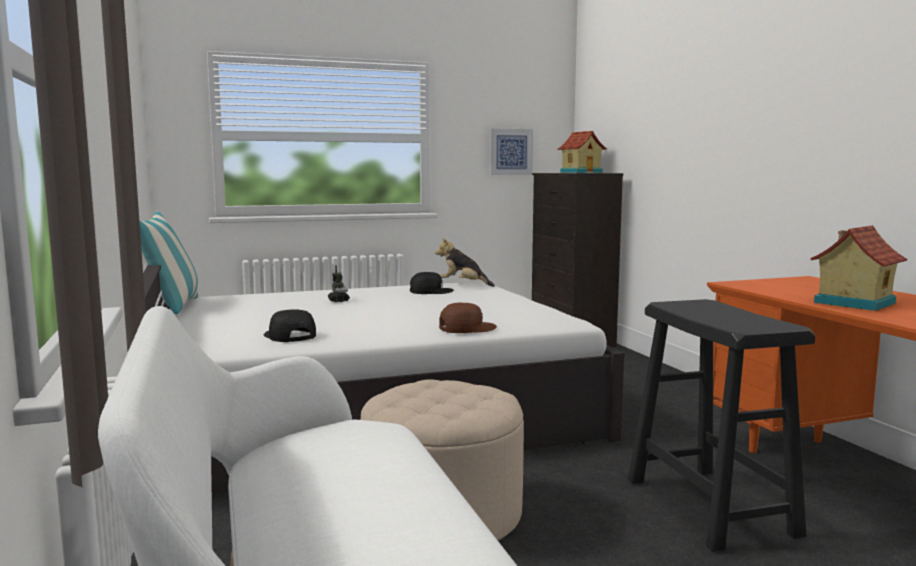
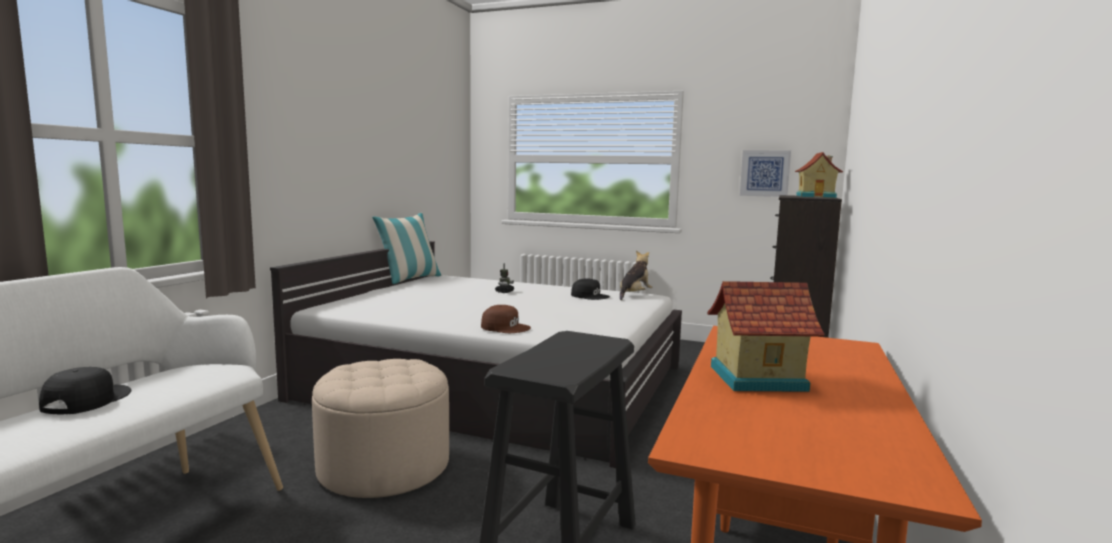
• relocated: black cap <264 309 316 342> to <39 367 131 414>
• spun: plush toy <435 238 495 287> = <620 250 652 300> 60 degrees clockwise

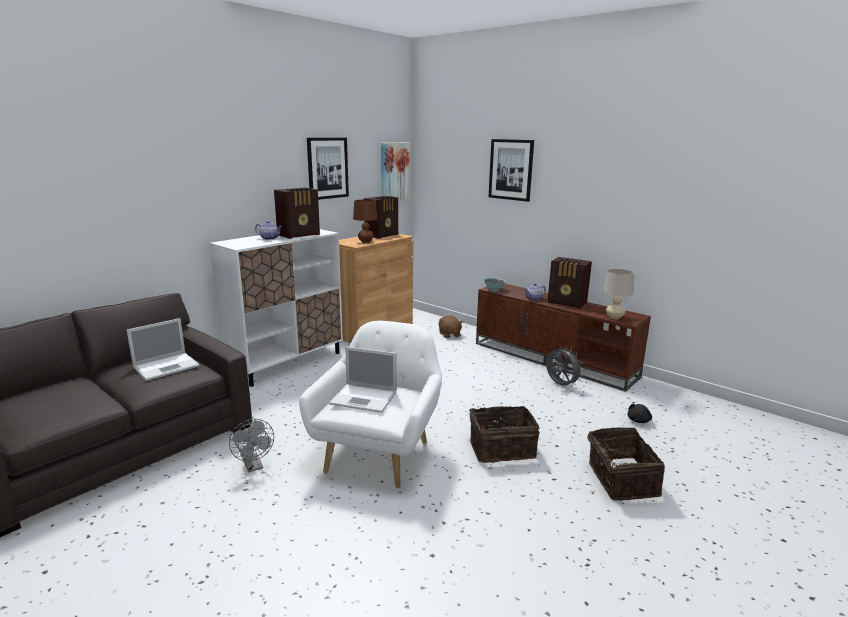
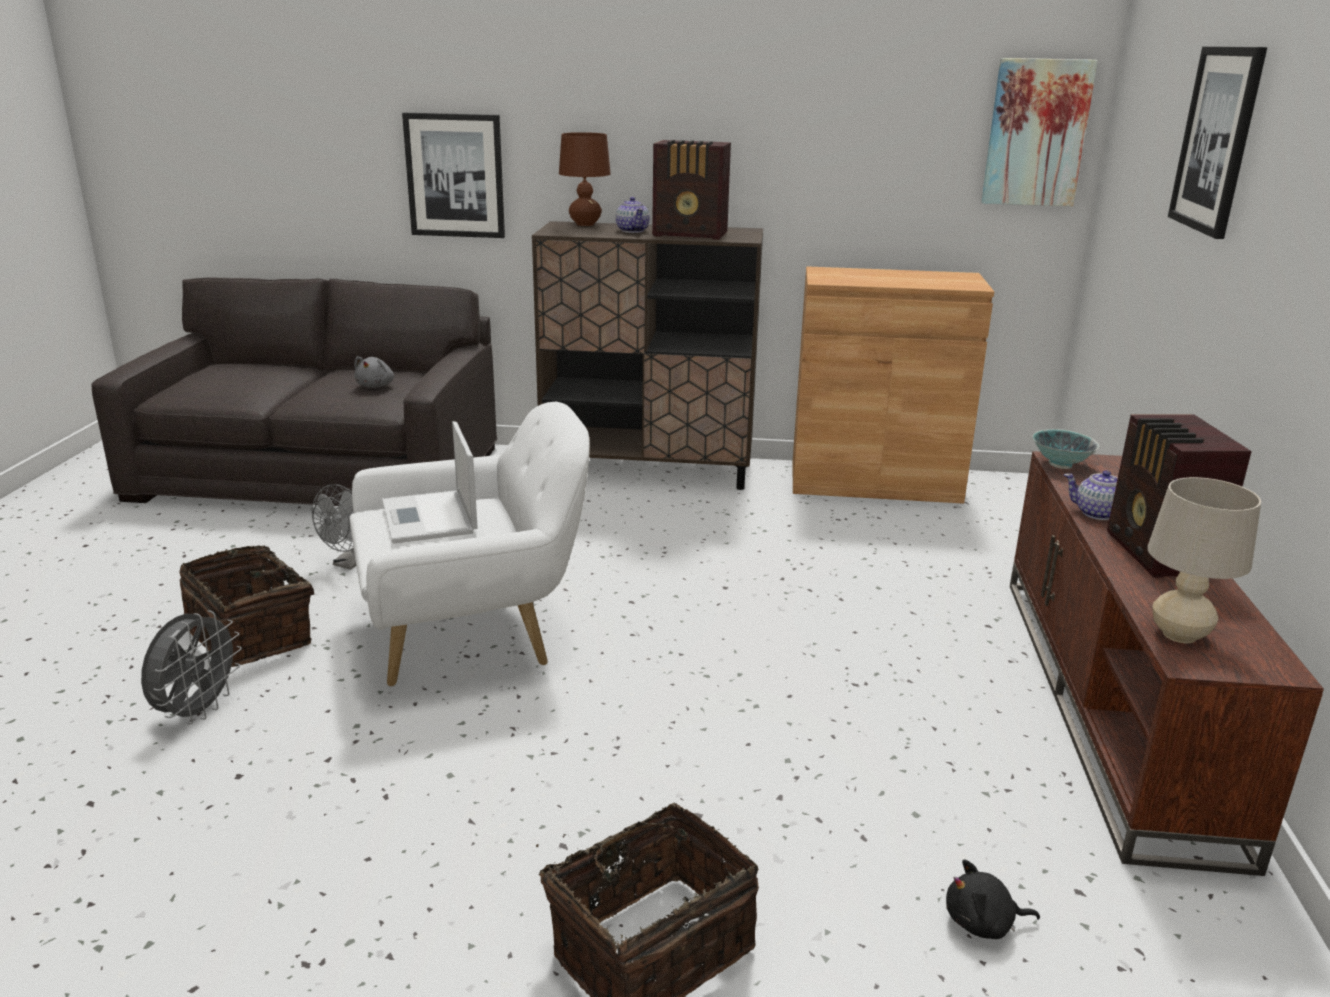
• relocated: grey fan <546 345 584 386> to <141 610 242 725>
• relocated: basket <469 404 539 463> to <179 545 314 667>
• exchanged: laptop <127 318 200 381> to grey plush toy <354 356 394 388>
• relocated: picture <307 138 349 200> to <402 113 505 238>
• colour: white cabinet <210 229 343 387> to brown cabinet <532 221 763 490>
• relocated: brown table lamp <353 199 378 243> to <559 132 611 226>
• missing: radio <364 196 398 239>
• missing: brown plush toy <439 315 463 338>

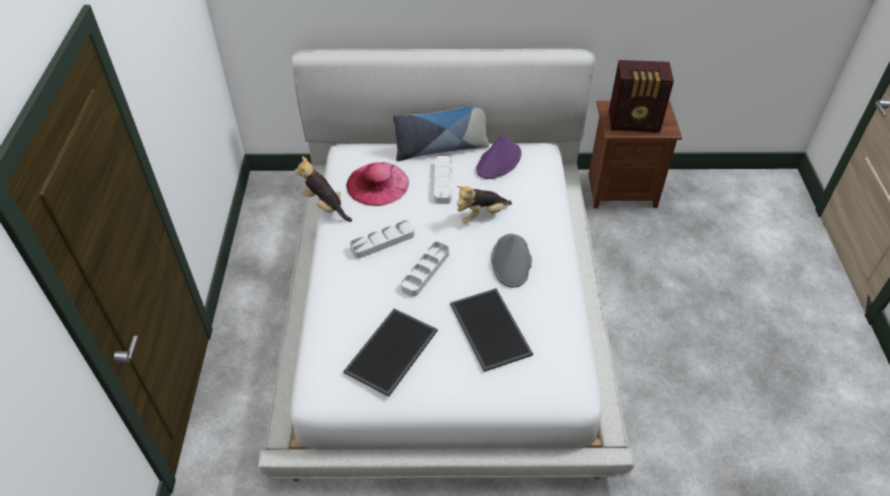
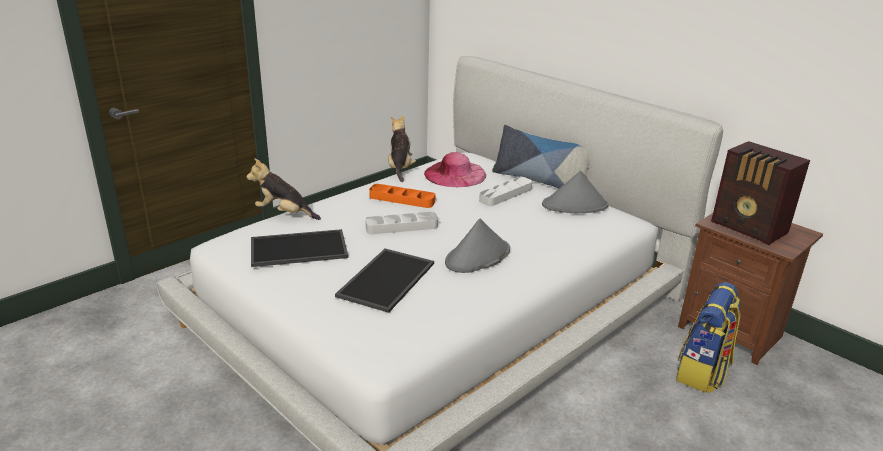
• relocated: plush toy <457 186 512 223> to <246 158 321 220>
• colour: grey tray <350 220 414 258> to orange tray <369 184 436 208>
• colour: purple hat <476 135 521 179> to grey hat <542 171 609 213>
• appeared: backpack <676 282 740 393>

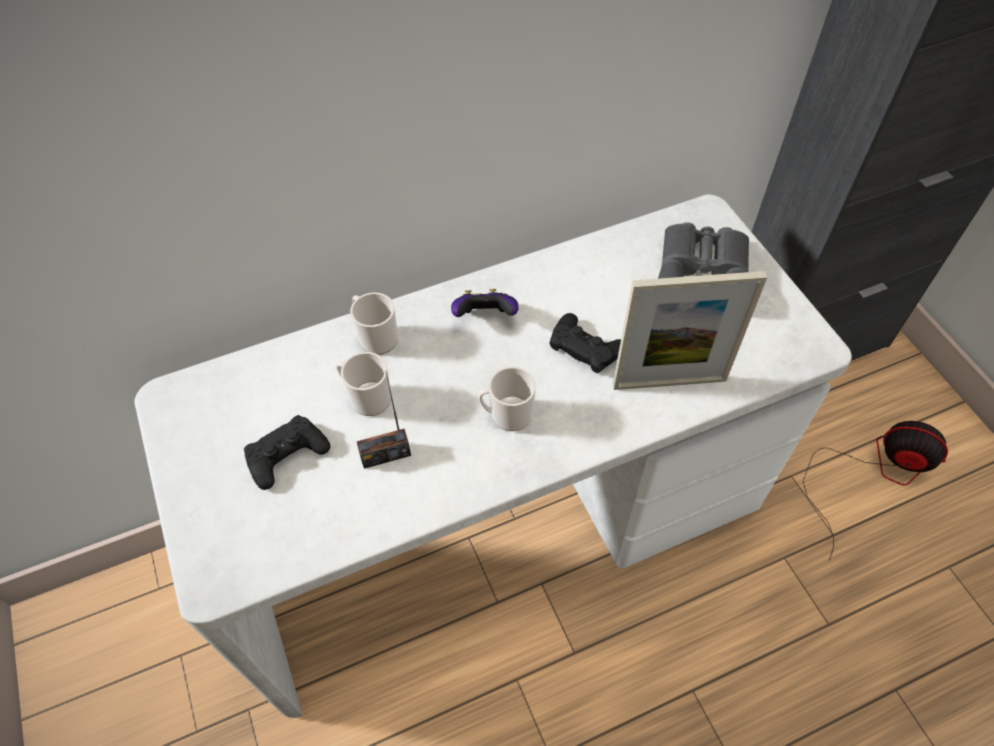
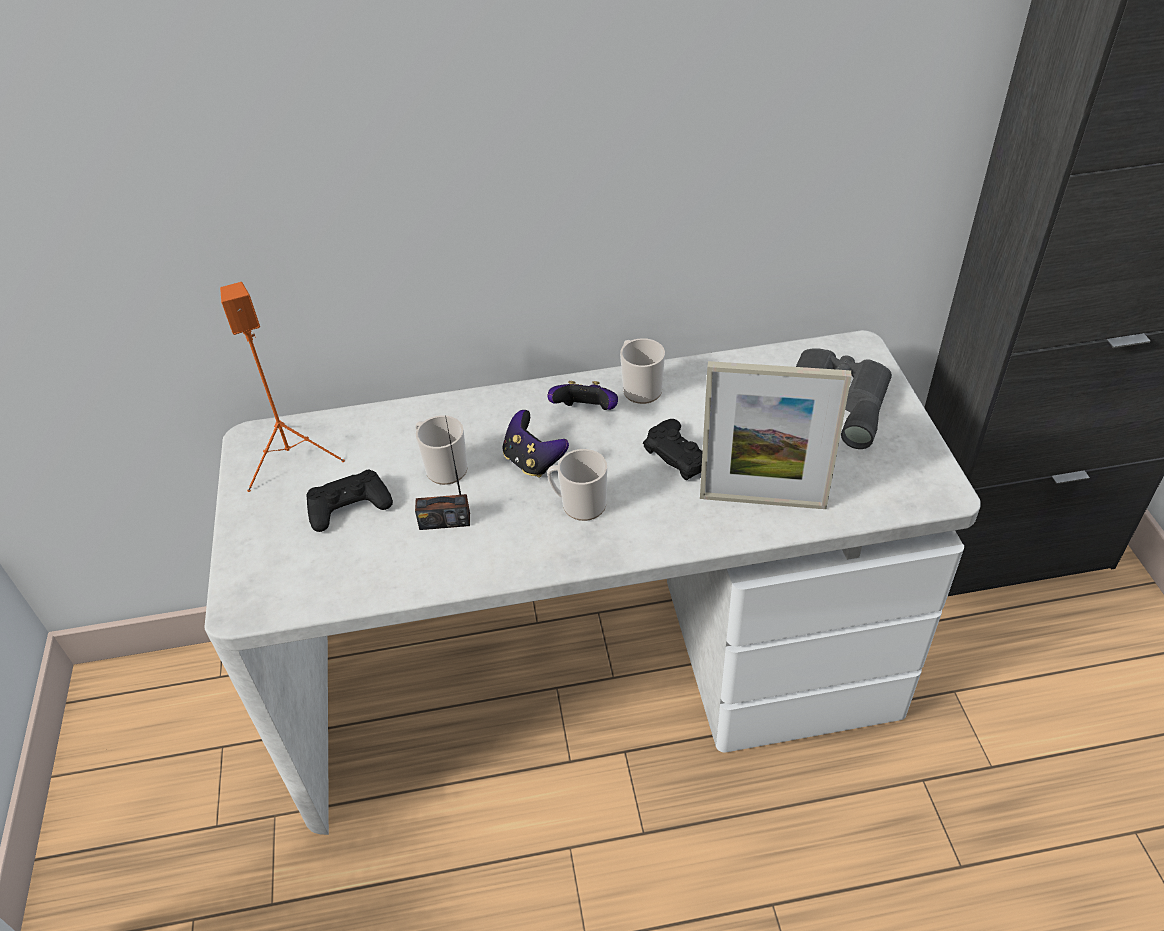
• appeared: orange speaker <220 282 345 492>
• appeared: game controller <502 410 569 478>
• relocated: mug <350 292 398 355> to <620 338 665 404>
• missing: fan <803 421 948 561>

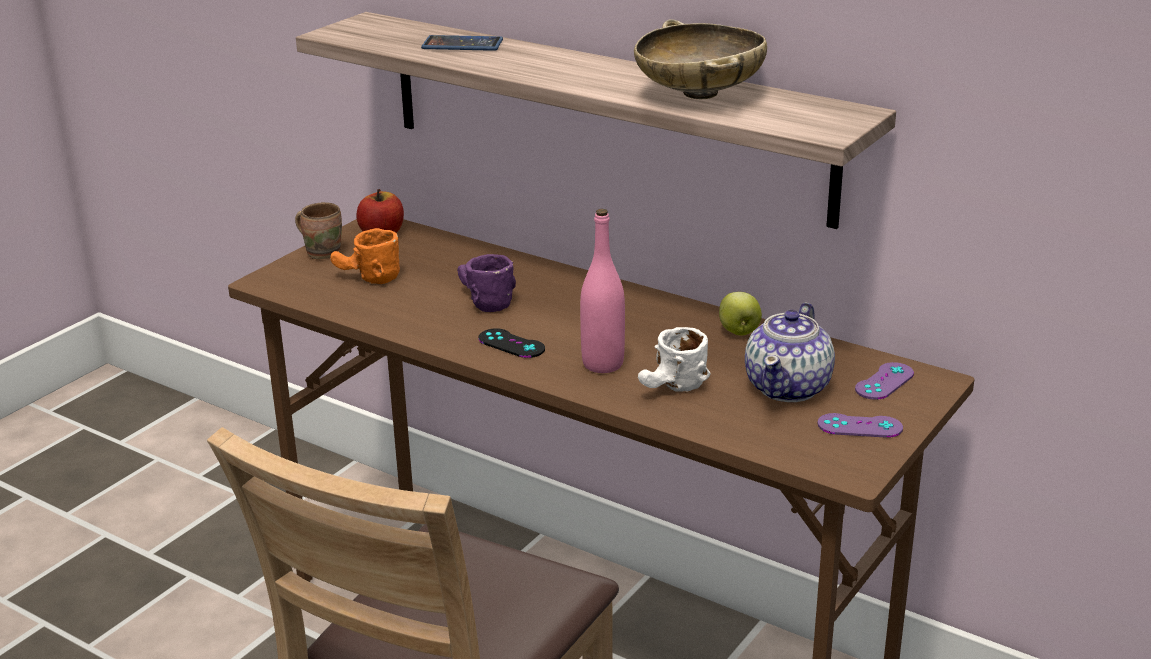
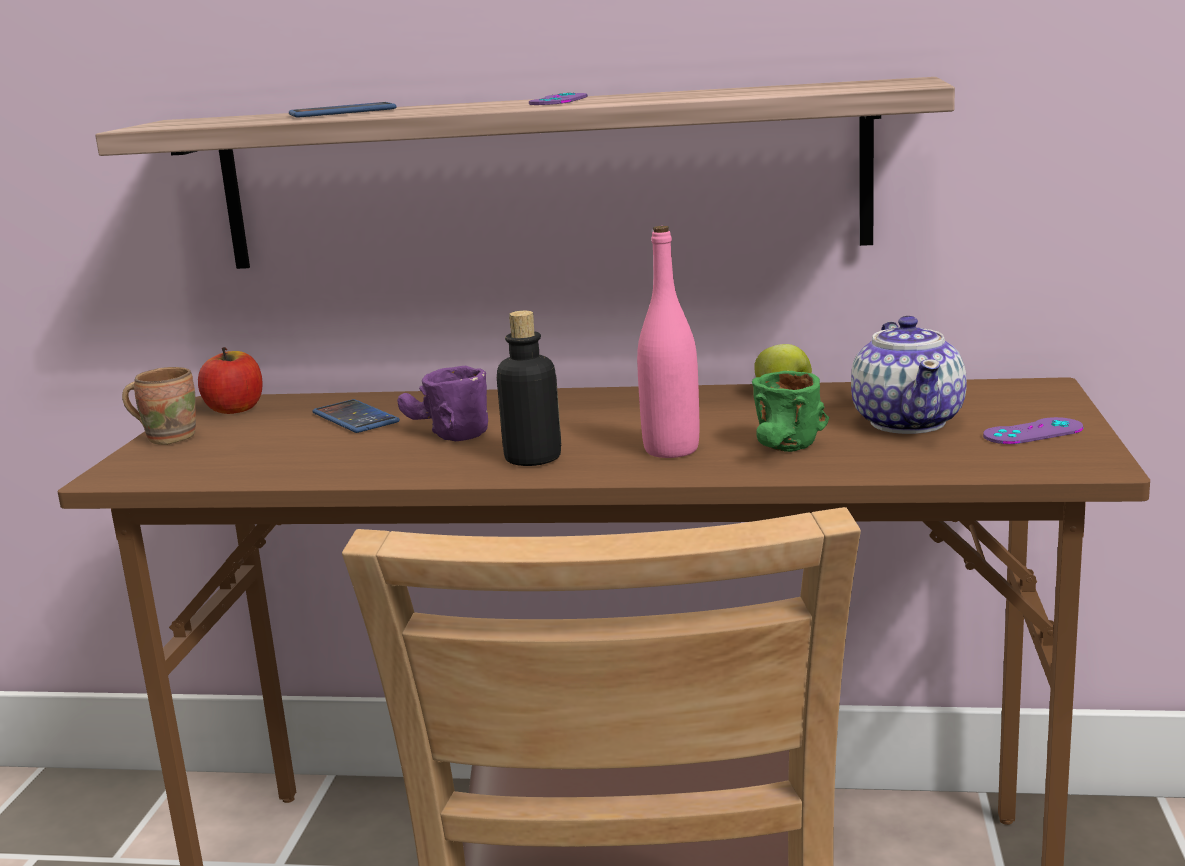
• appeared: phone <313 399 400 433>
• exchanged: black game controller <478 328 545 358> to bottle <497 311 562 466>
• relocated: purple game controller <855 362 914 400> to <529 93 587 105>
• colour: white mug <638 327 711 392> to green mug <752 371 829 452>
• missing: orange mug <330 228 400 284>
• missing: beige bowl <634 19 767 100>

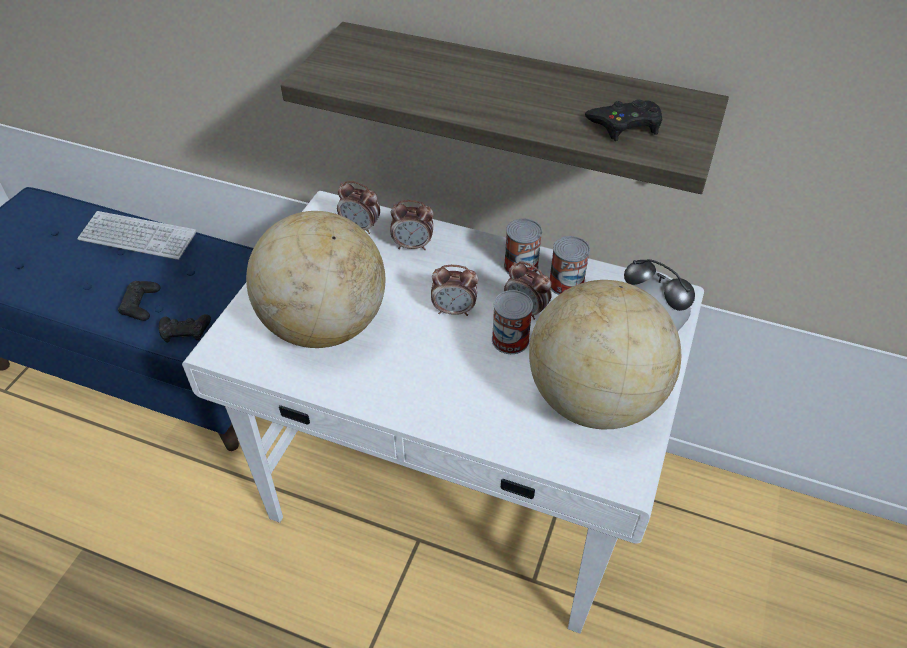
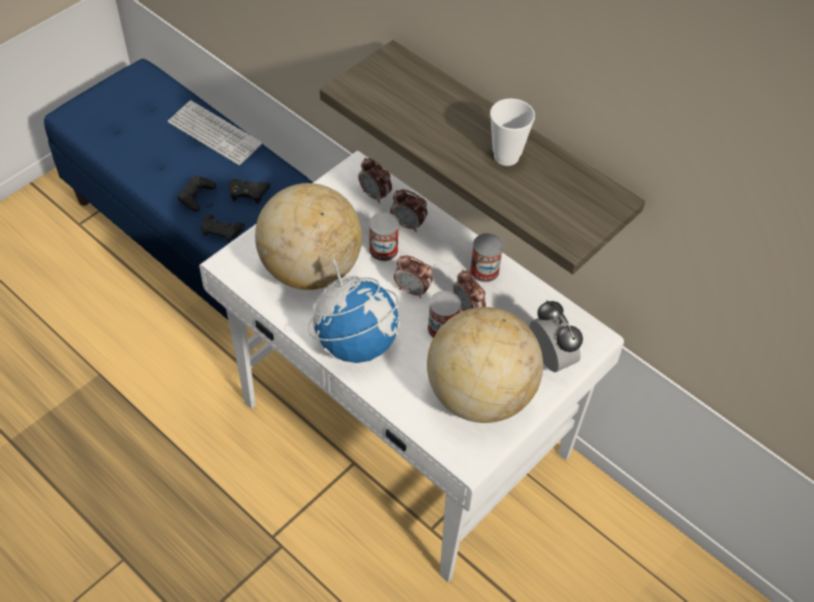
• relocated: black game controller <585 99 662 141> to <230 179 271 204>
• appeared: globe <308 259 400 363>
• relocated: can <550 236 590 295> to <369 212 399 261>
• appeared: cup <490 98 535 166>

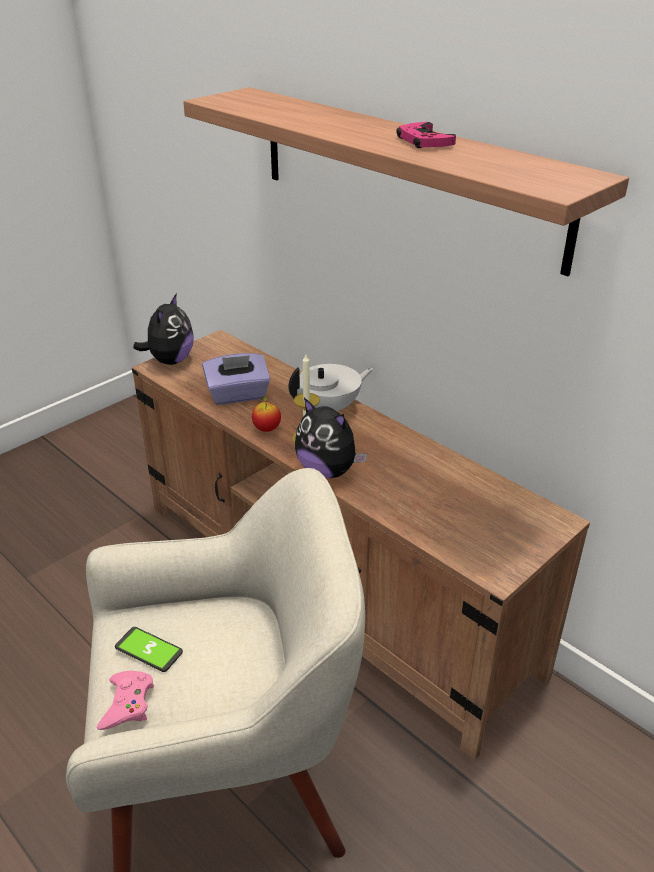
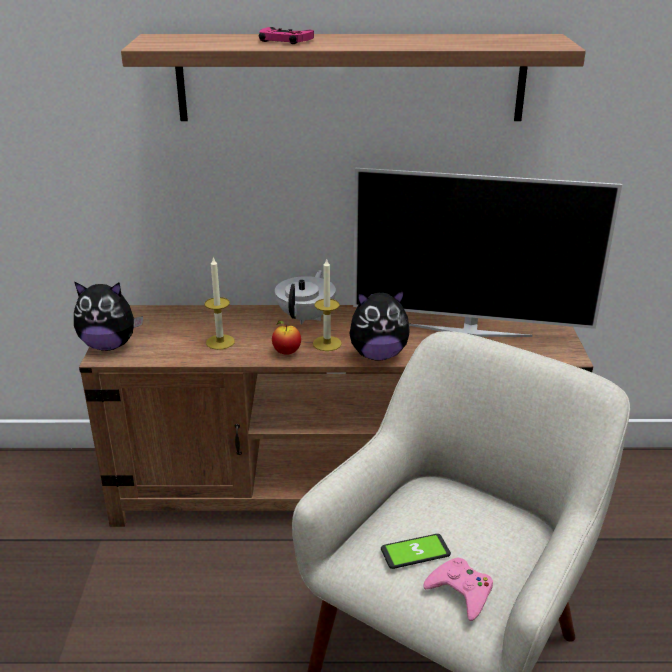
• spun: plush toy <133 293 194 365> = <74 281 143 351> 120 degrees clockwise
• exchanged: purple tissue box <202 353 270 405> to candle <204 257 235 350>
• relocated: pink game controller <396 122 456 148> to <259 27 314 44>
• appeared: television <353 168 622 337>

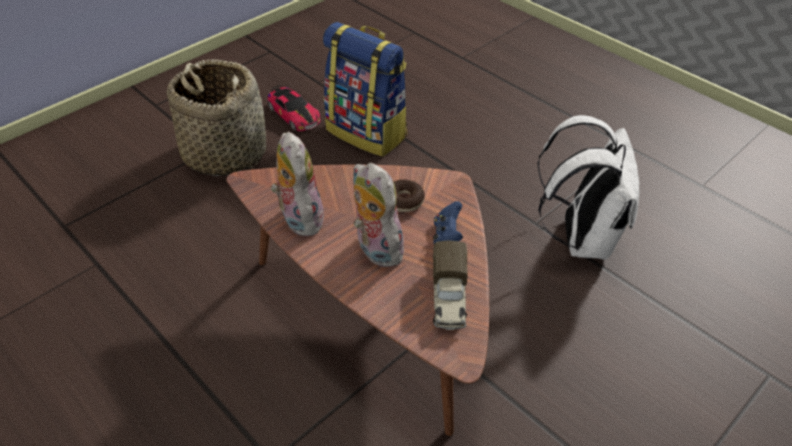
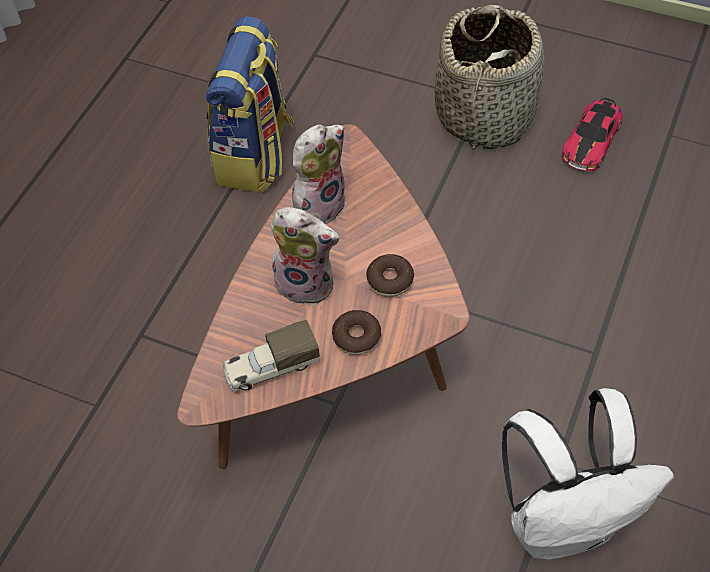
• relocated: backpack <323 22 407 157> to <206 16 296 192>
• spun: plush toy <353 163 404 267> = <270 207 339 305> 75 degrees clockwise
• exchanged: blue game controller <433 201 463 243> to donut <332 310 381 355>

